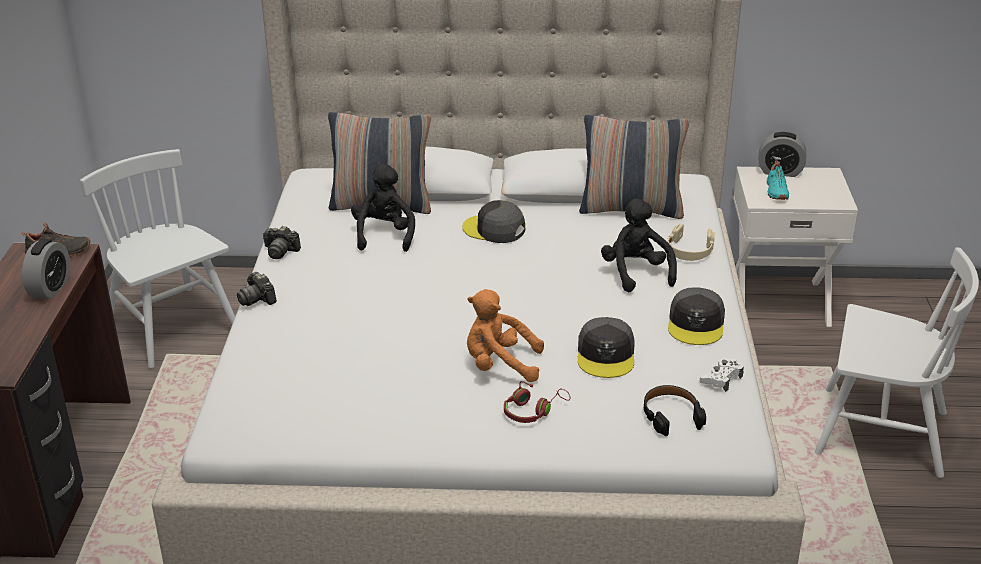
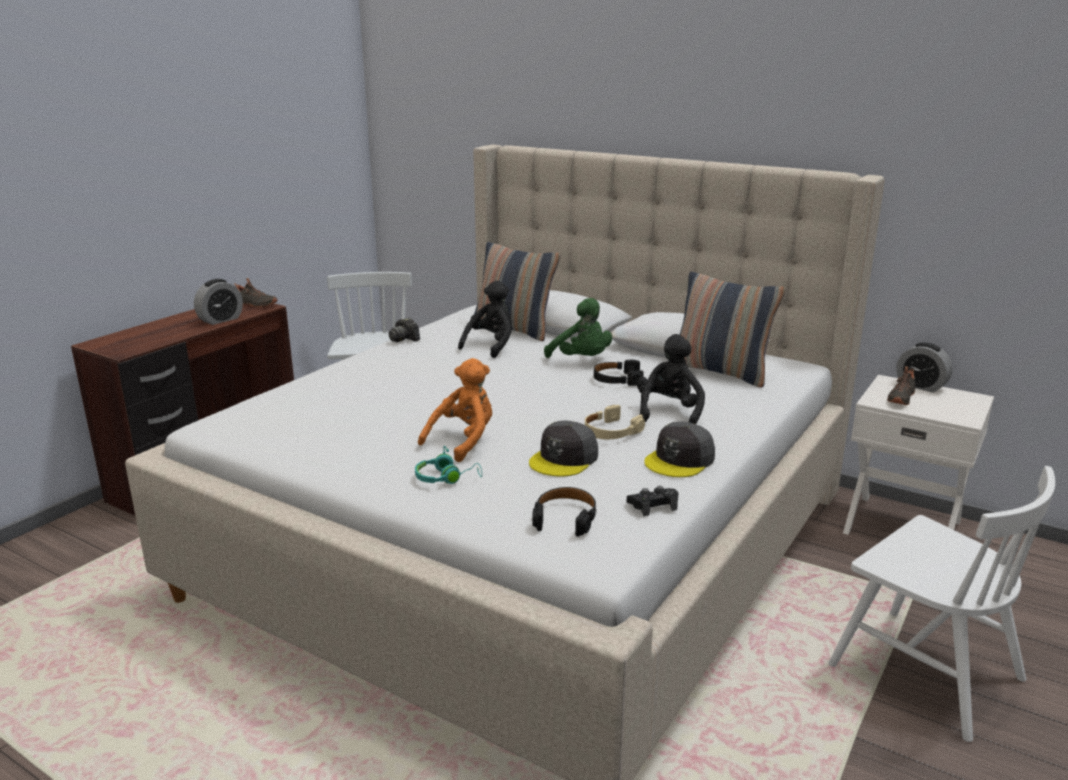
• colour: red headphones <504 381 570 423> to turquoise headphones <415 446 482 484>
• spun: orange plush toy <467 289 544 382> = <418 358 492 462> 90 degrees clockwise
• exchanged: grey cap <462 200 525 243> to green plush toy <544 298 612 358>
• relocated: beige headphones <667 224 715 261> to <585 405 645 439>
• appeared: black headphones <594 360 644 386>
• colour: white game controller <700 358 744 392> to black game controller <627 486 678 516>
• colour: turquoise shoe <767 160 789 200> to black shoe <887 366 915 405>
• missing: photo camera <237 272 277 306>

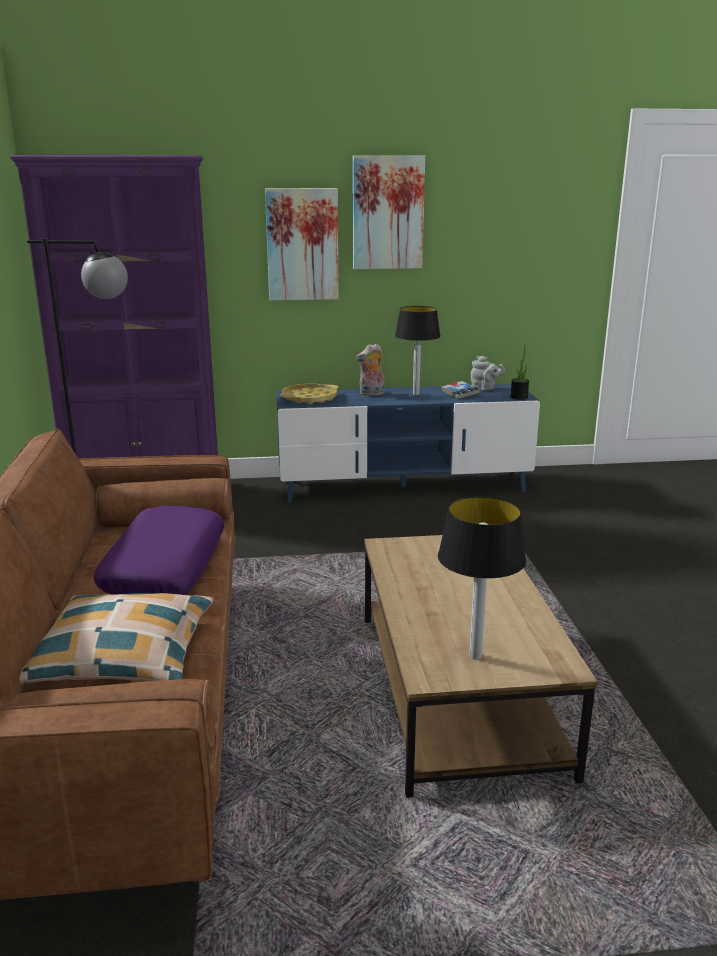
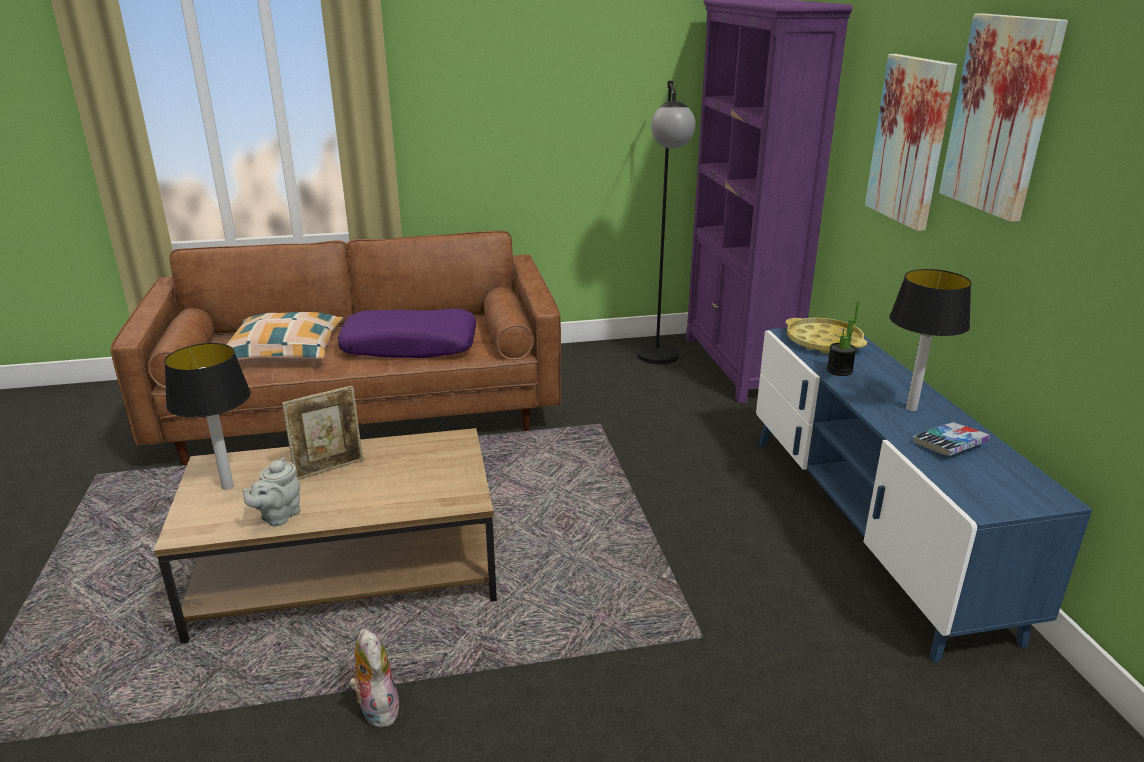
• relocated: grey teapot <471 356 505 391> to <243 457 300 526>
• appeared: picture frame <282 386 363 480>
• relocated: plush toy <356 343 385 396> to <349 629 400 727>
• relocated: potted plant <510 345 529 400> to <827 301 859 376>

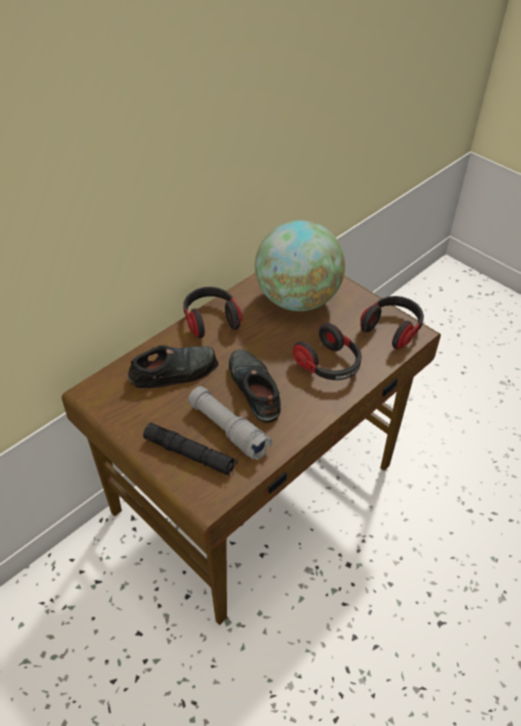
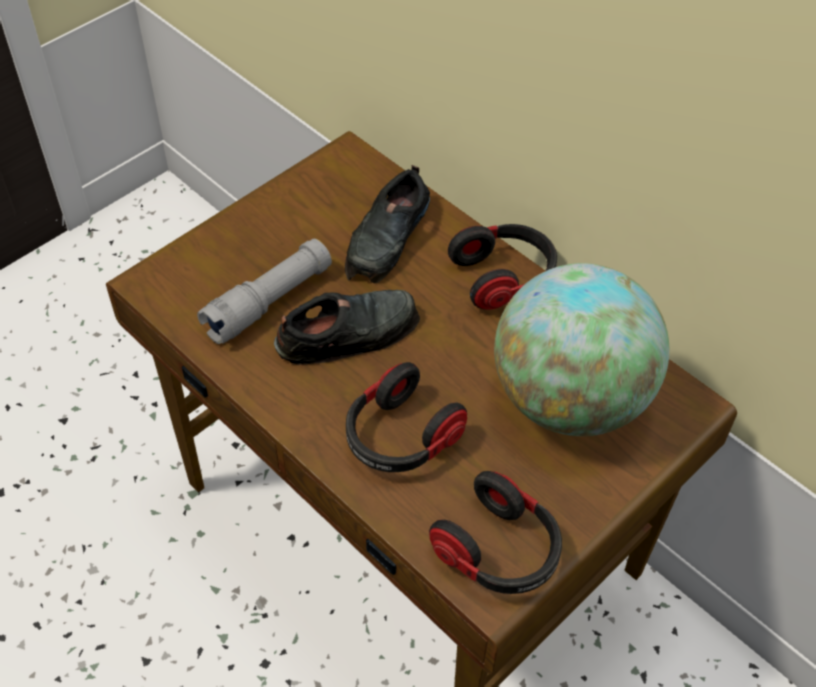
• spun: black shoe <127 345 219 388> = <345 165 430 283> 45 degrees clockwise
• missing: black flashlight <143 423 238 476>

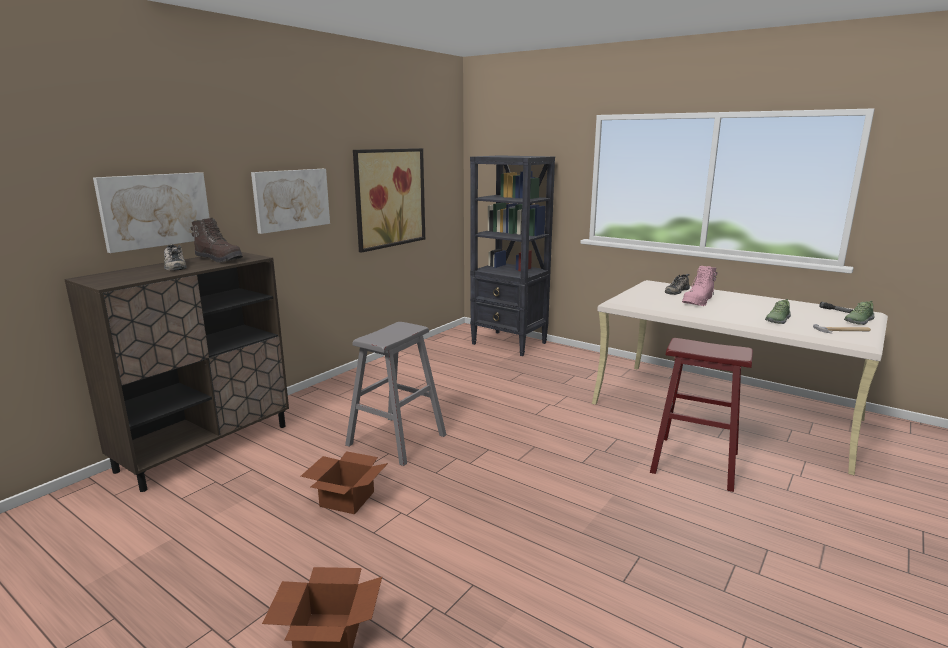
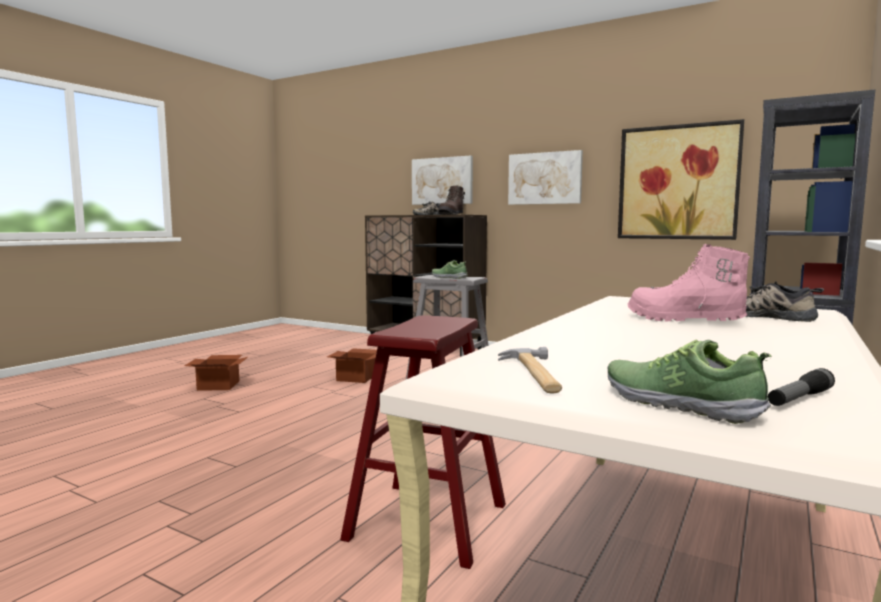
• relocated: shoe <765 299 791 324> to <432 260 468 279>

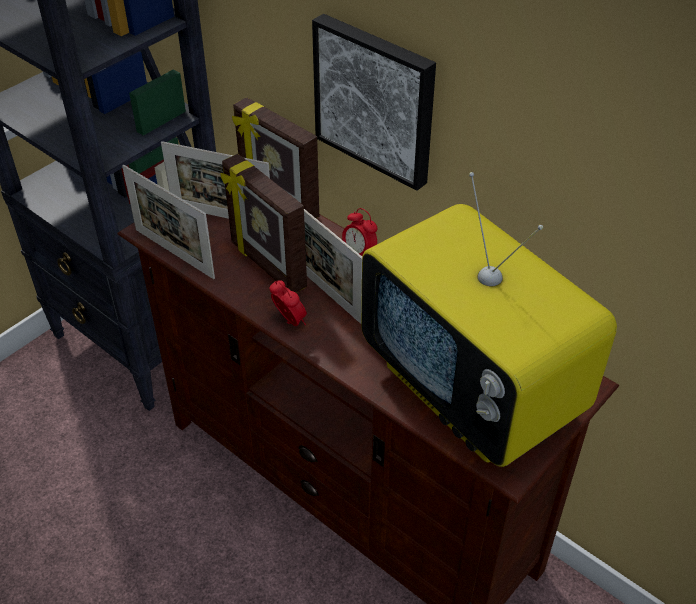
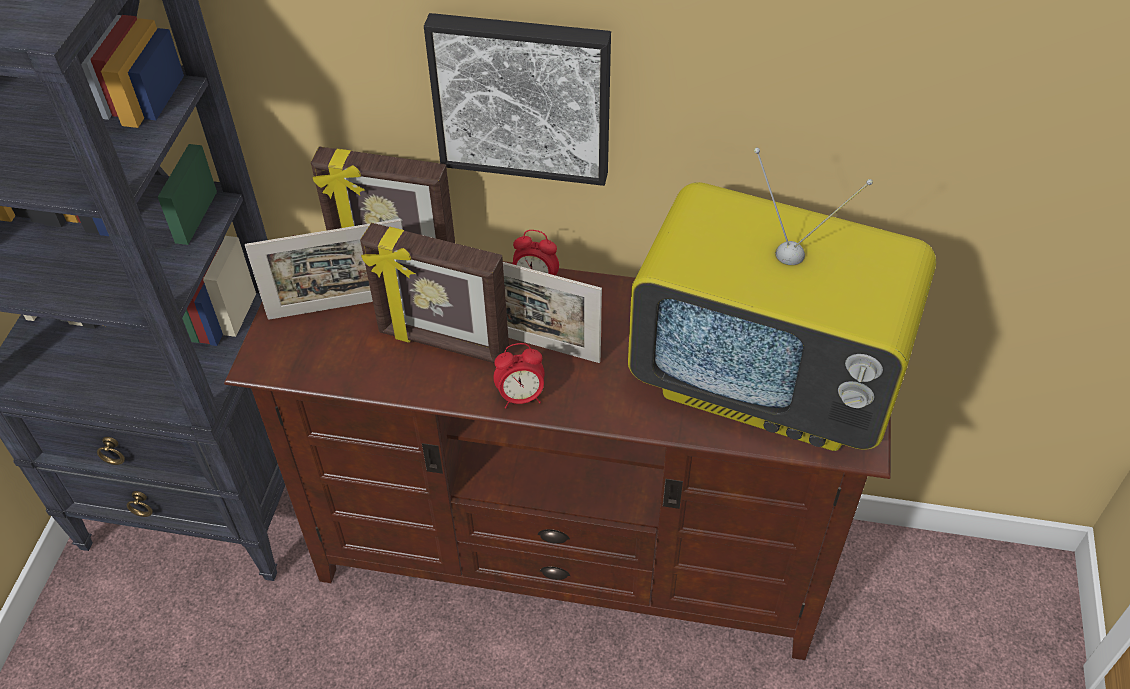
• spun: alarm clock <269 280 307 326> = <493 343 545 408> 150 degrees clockwise
• missing: picture frame <122 164 215 279>

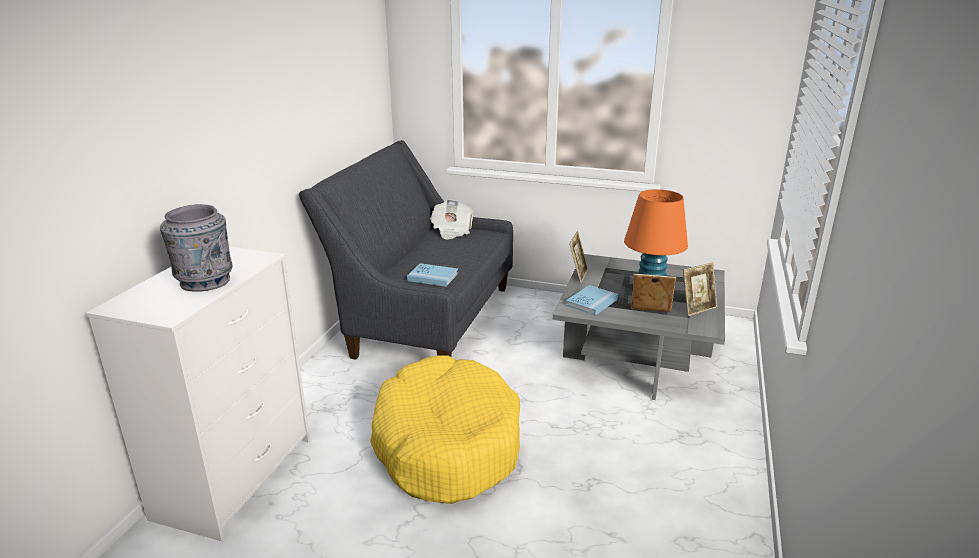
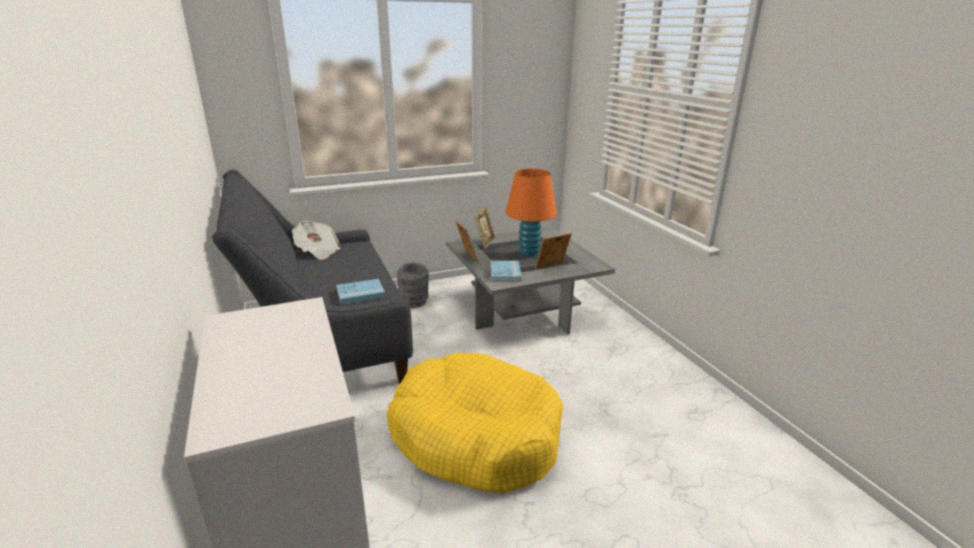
• relocated: grey vase <160 204 232 292> to <397 262 429 308>
• relocated: picture frame <683 262 717 316> to <474 207 496 249>

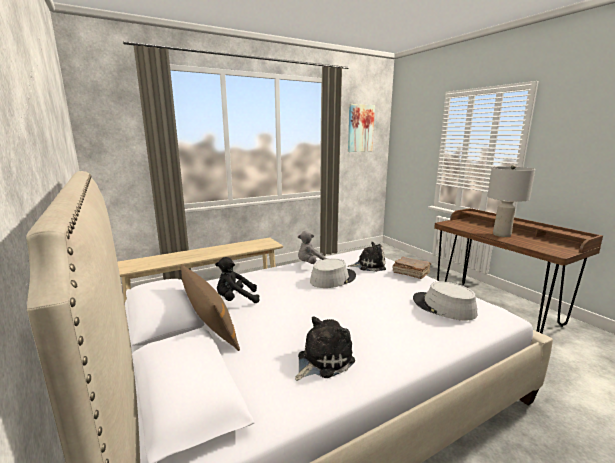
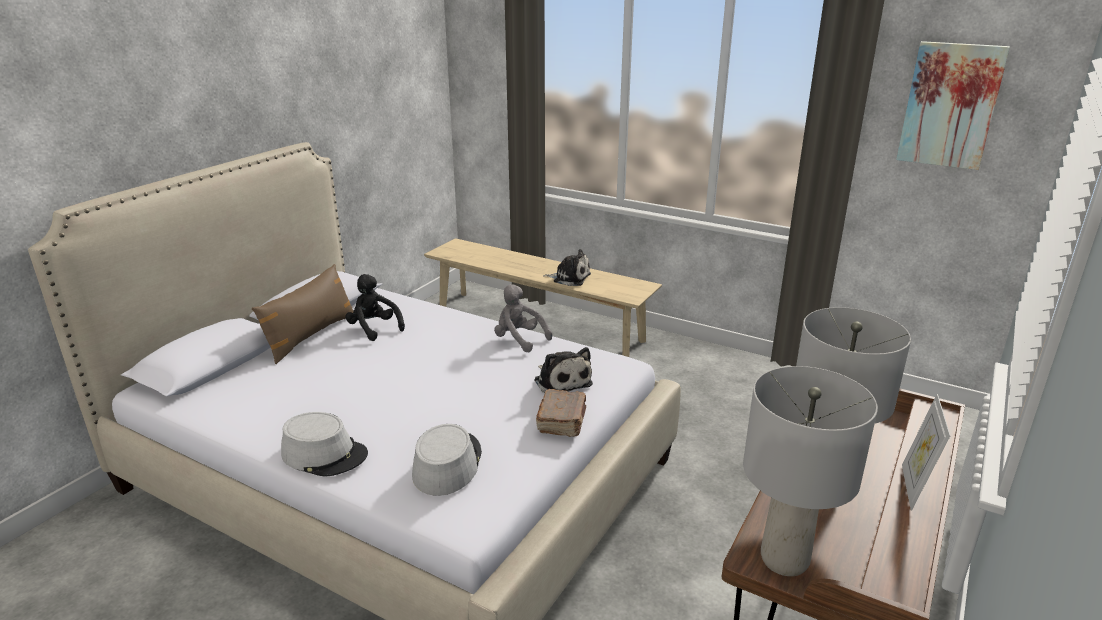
• relocated: grey hat <310 259 356 288> to <281 412 368 477>
• relocated: plush toy <295 316 355 381> to <543 249 591 286>
• appeared: grey table lamp <743 366 878 576>
• appeared: picture frame <902 394 951 511>

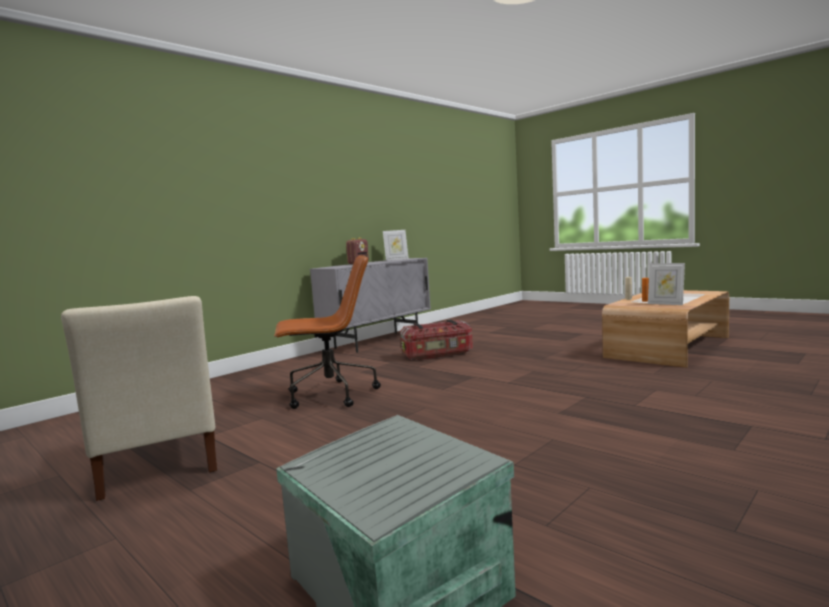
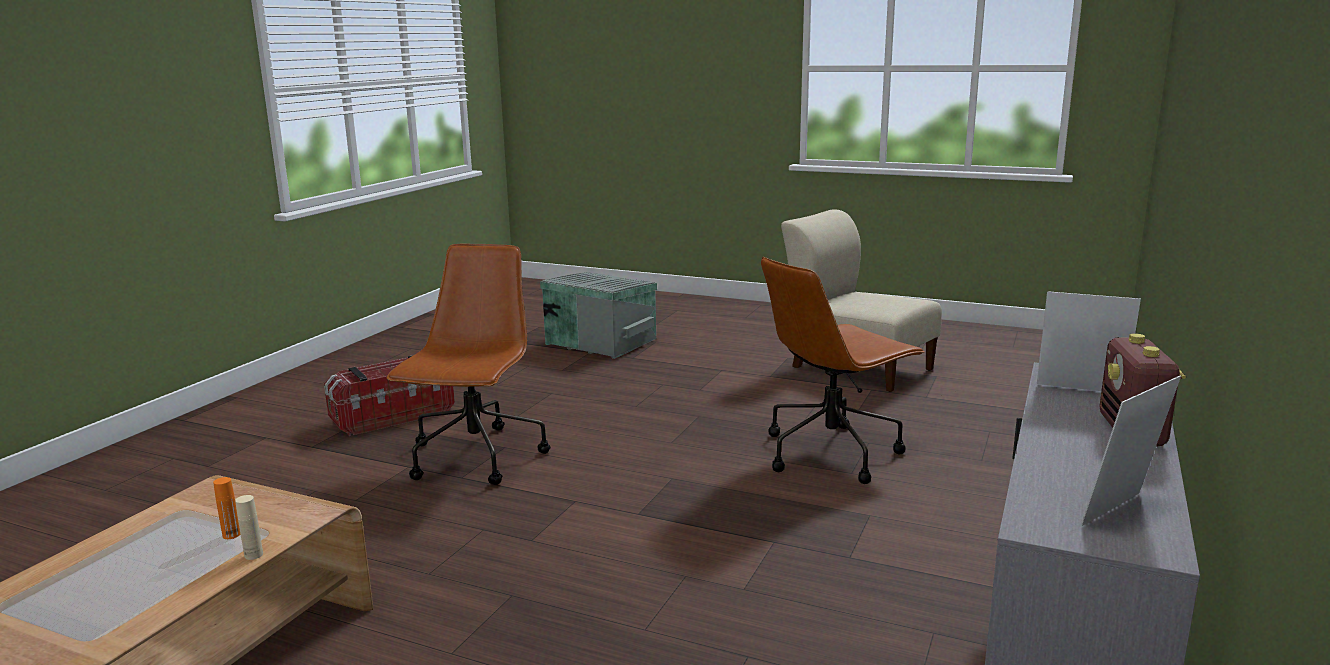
• relocated: storage box <400 320 473 360> to <324 355 455 436>
• appeared: brown office chair <386 244 550 485>
• relocated: picture frame <648 263 685 305> to <1037 291 1141 391>

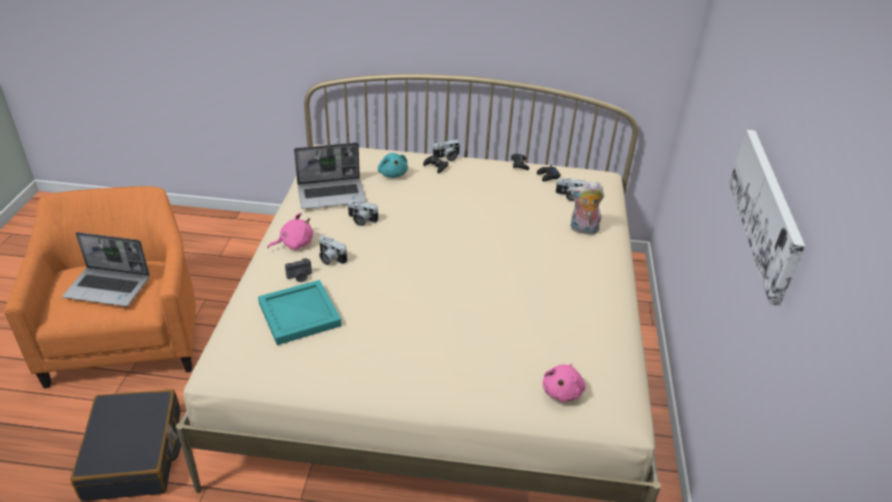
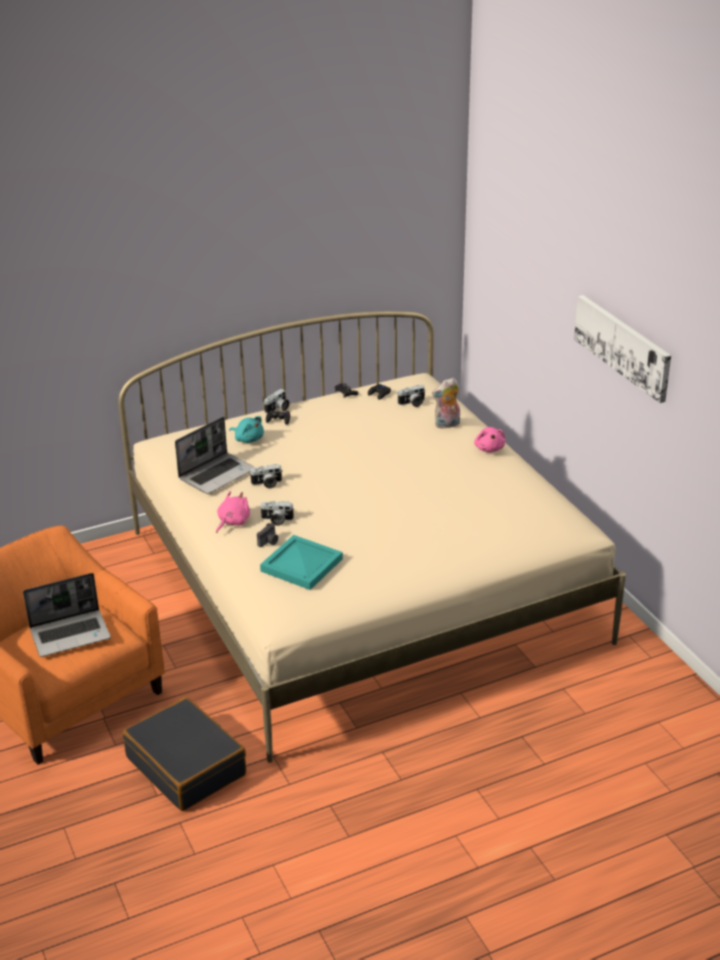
• relocated: pink plush toy <543 364 586 402> to <474 427 505 452>

